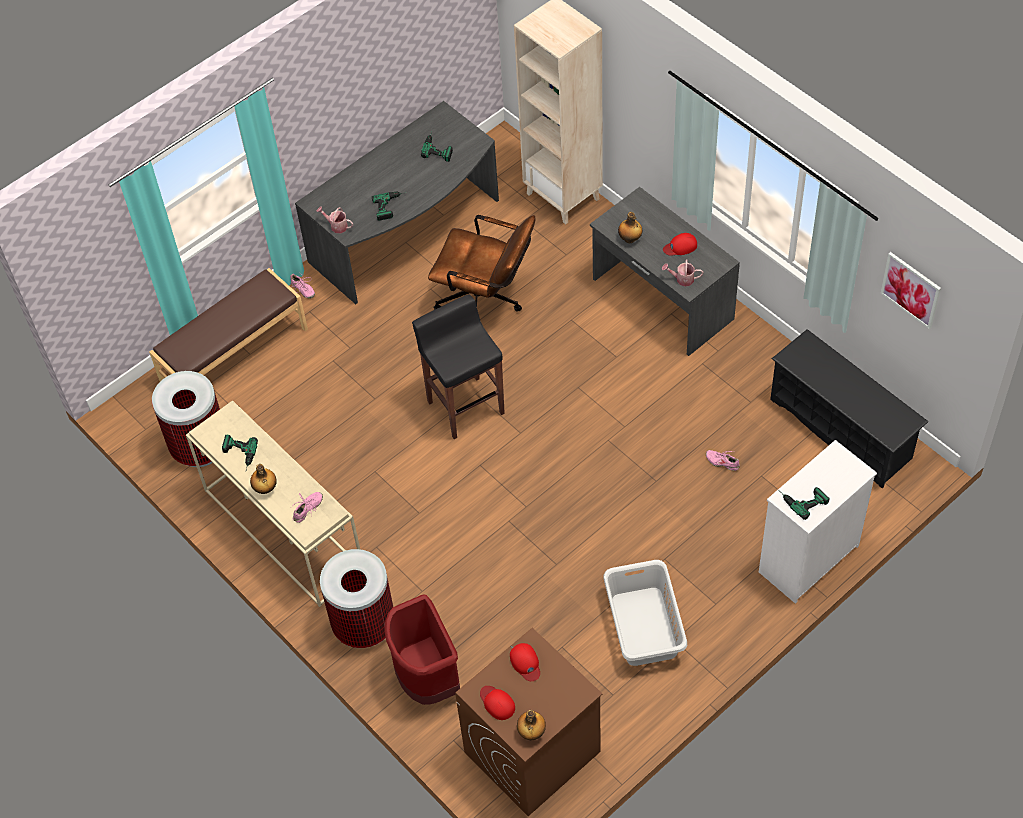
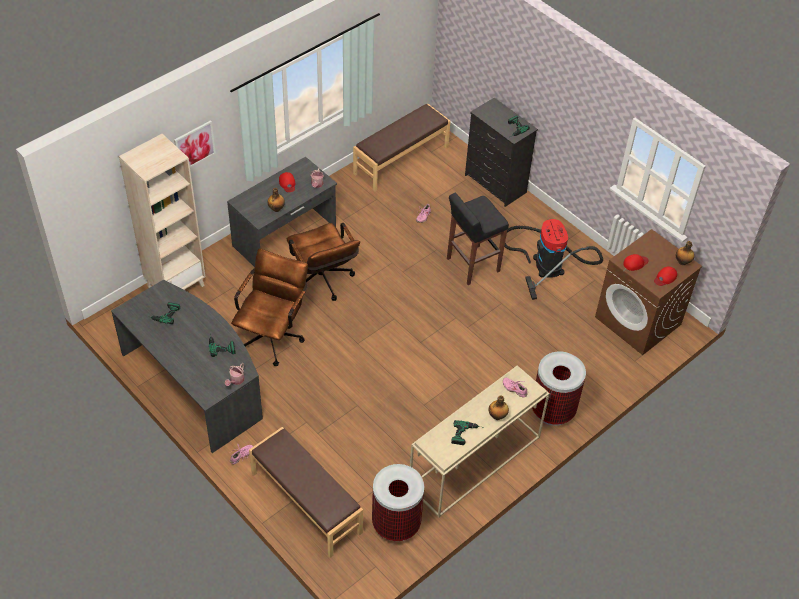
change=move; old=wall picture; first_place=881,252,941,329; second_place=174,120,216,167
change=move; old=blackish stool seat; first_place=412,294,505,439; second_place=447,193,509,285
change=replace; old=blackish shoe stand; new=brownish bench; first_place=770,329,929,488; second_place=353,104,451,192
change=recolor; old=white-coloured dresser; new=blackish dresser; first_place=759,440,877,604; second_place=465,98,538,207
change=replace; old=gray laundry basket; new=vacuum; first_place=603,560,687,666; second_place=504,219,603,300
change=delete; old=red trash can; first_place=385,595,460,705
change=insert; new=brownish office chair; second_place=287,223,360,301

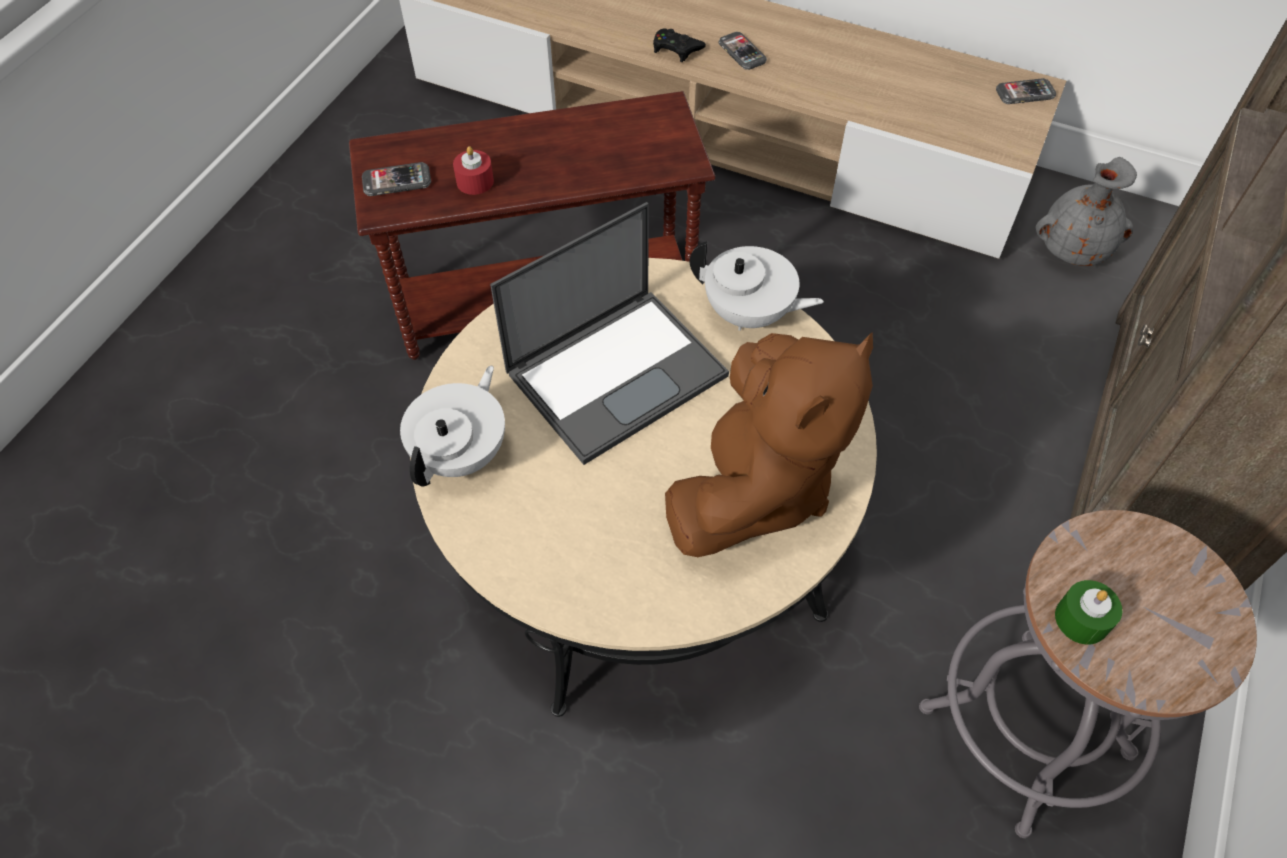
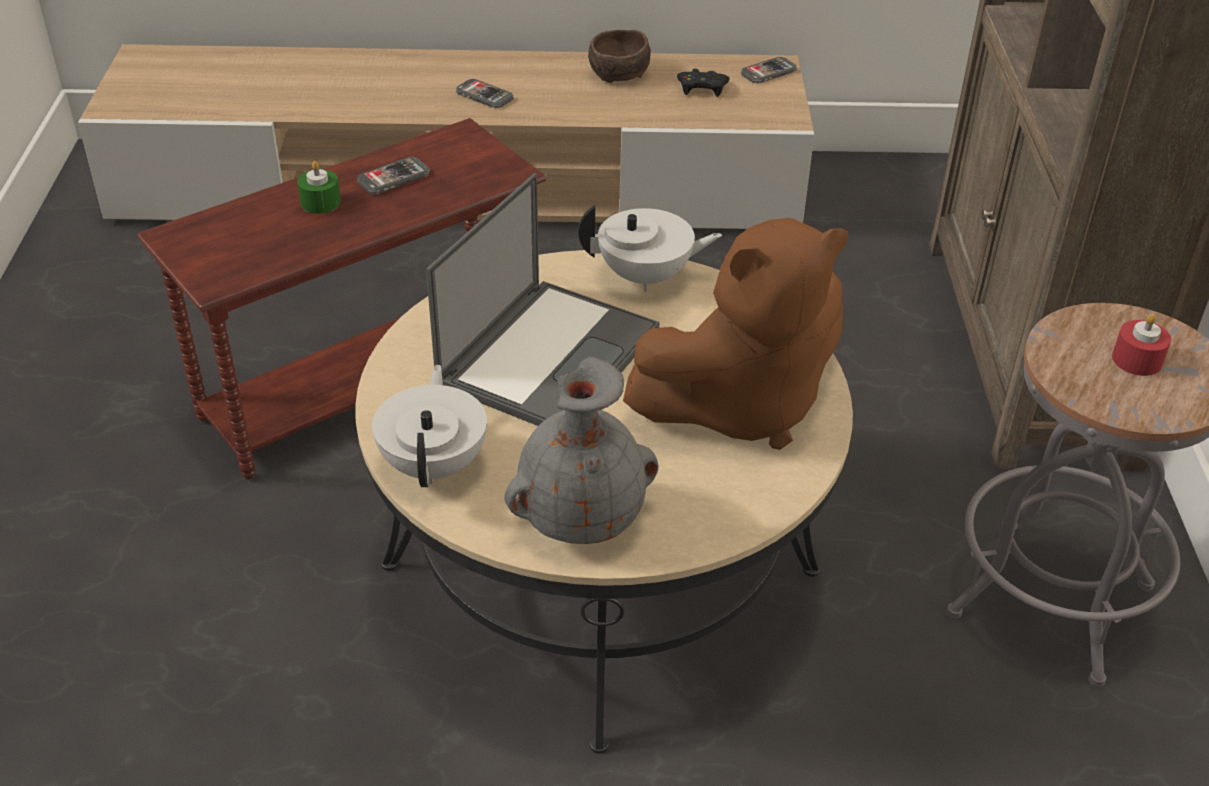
change=move; old=blackish joypad; first_place=653,28,706,62; second_place=677,69,730,97
change=move; old=red wax light; first_place=453,146,494,195; second_place=1112,313,1171,376
change=move; old=gray decorative vase; first_place=1036,157,1137,266; second_place=504,357,658,544
change=move; old=phone; first_place=362,162,431,196; second_place=357,157,430,194
change=rotate; old=brownish plush toy; first_place=665,332,873,557; second_place=623,218,848,450; degrees=60
change=move; old=green-coloured wax light; first_place=1055,580,1122,644; second_place=297,161,341,214
change=insert; new=brownish serving bowl; second_place=588,30,651,83

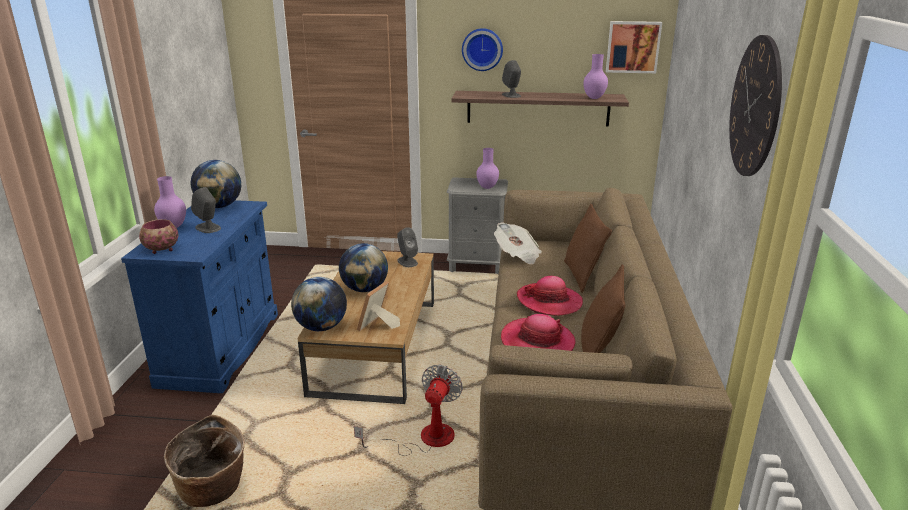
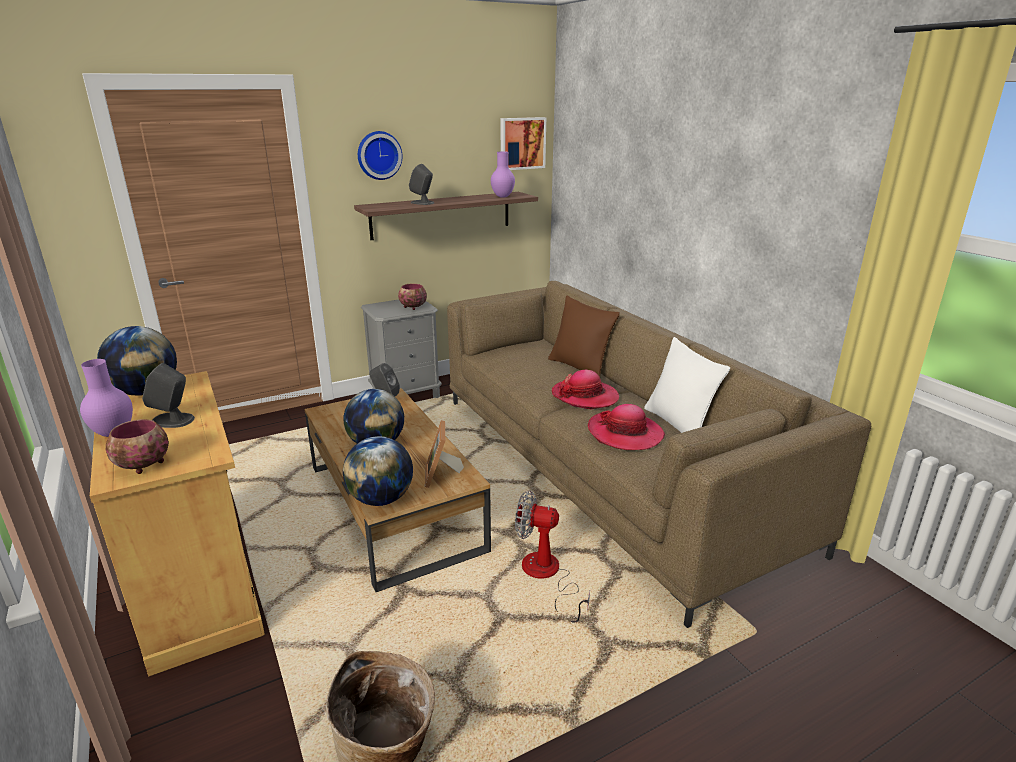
change=delete; old=clock on the wall; first_place=729,35,782,176
change=replace; old=purple decorative vase; new=serving bowl; first_place=476,148,499,189; second_place=398,283,427,310
change=recolor; old=blue cabinet; new=sand-coloured cabinet; first_place=121,200,278,393; second_place=90,371,265,676
change=delete; old=printed paper; first_place=494,222,542,265
change=recolor; old=brownish throw pillow; new=white-coloured throw pillow; first_place=581,264,625,353; second_place=644,337,731,433
change=rotate; old=cooling fan; first_place=354,365,463,456; second_place=515,490,590,623; degrees=-60

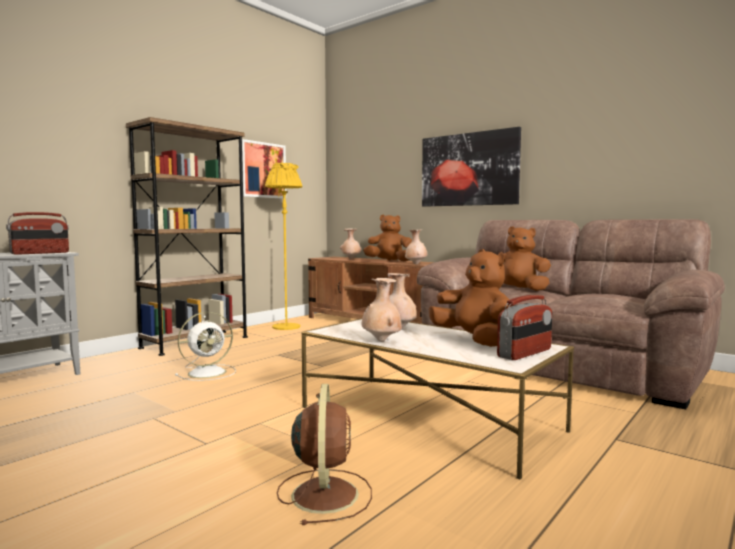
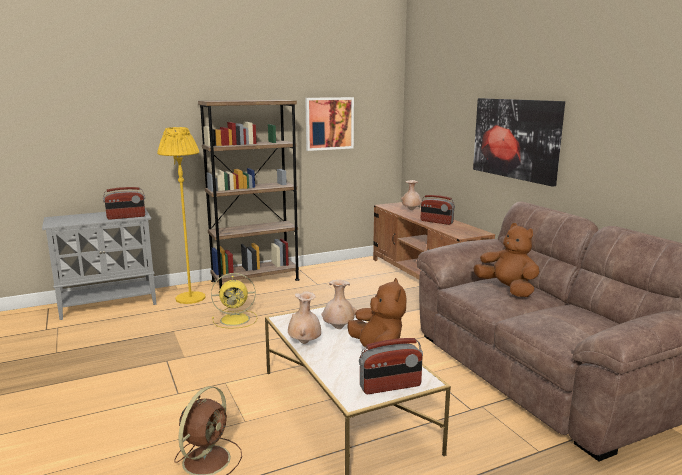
change=move; old=yellow-coloured floor lamp; first_place=265,163,303,330; second_place=157,127,205,304
change=replace; old=brownish plush toy; new=radio set; first_place=363,215,412,261; second_place=421,195,455,225
change=delete; old=sand-coloured decorative vase; first_place=405,229,427,264
change=recolor; old=white-coloured cooling fan; new=yellow-coloured cooling fan; first_place=175,312,236,381; second_place=211,273,257,329

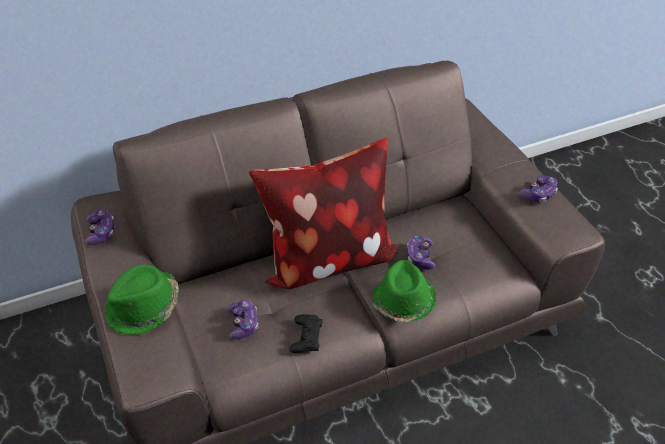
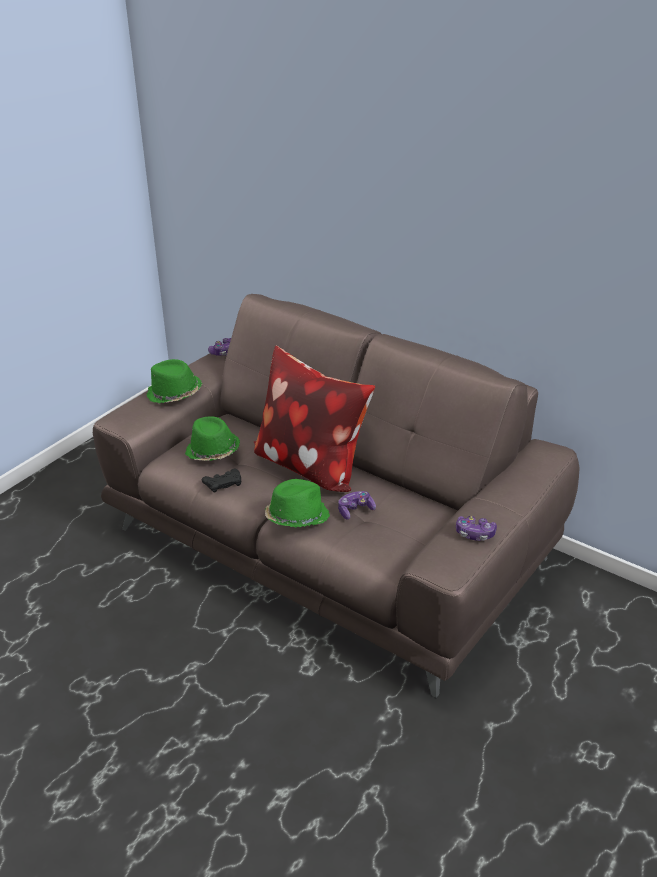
change=replace; old=joypad; new=green-coloured wearable hat; first_place=228,300,258,339; second_place=185,416,240,461

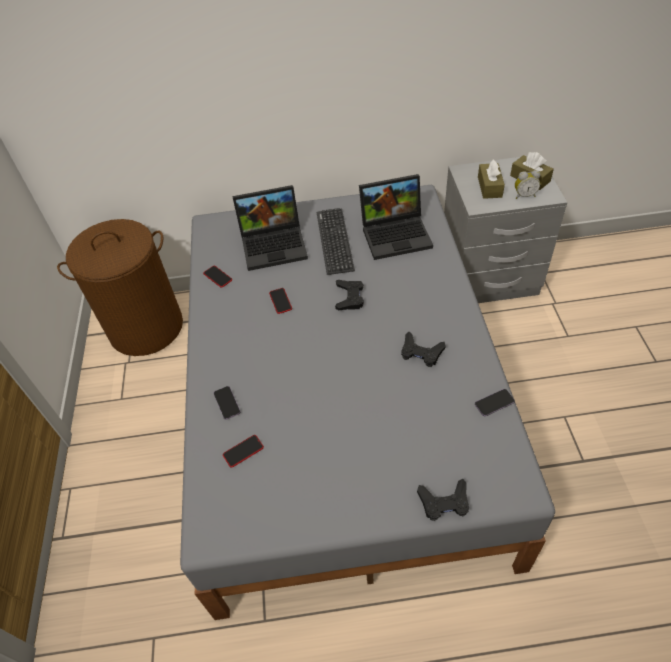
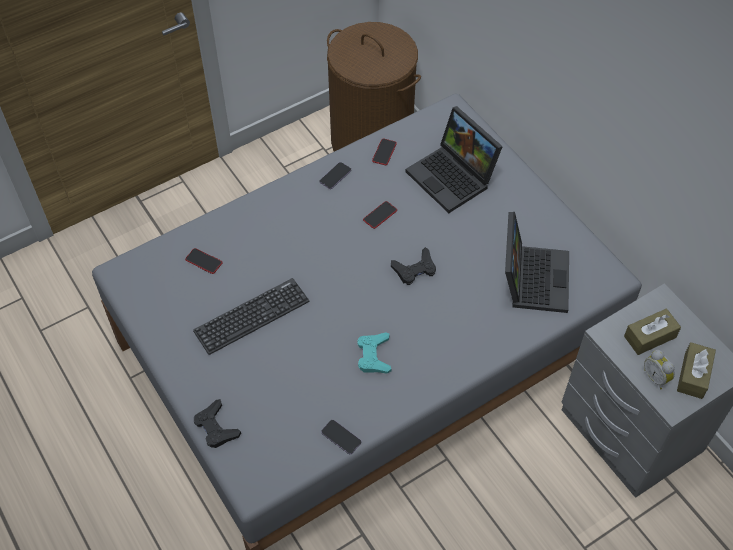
change=rotate; old=portable computer; first_place=359,174,433,260; second_place=505,212,569,313; degrees=-135
change=move; old=PC keyboard; first_place=317,208,355,275; second_place=193,278,310,355
change=recolor; old=blackish joypad; new=turquoise-coloured joypad; first_place=401,332,446,367; second_place=357,332,391,374
change=move; old=phone; first_place=214,386,241,420; second_place=320,162,351,189

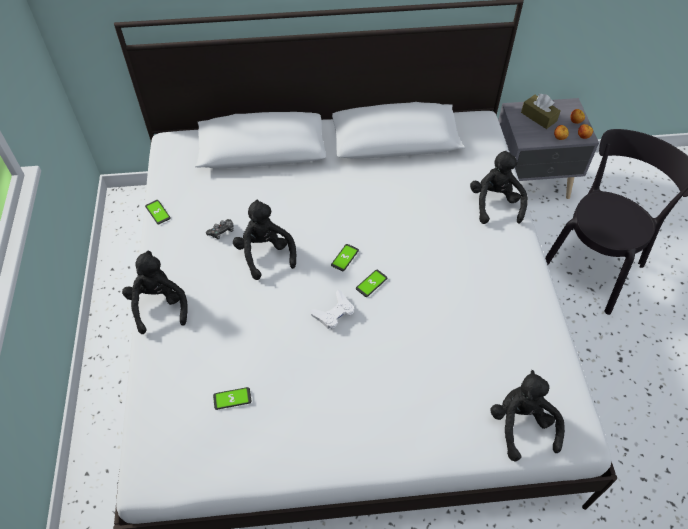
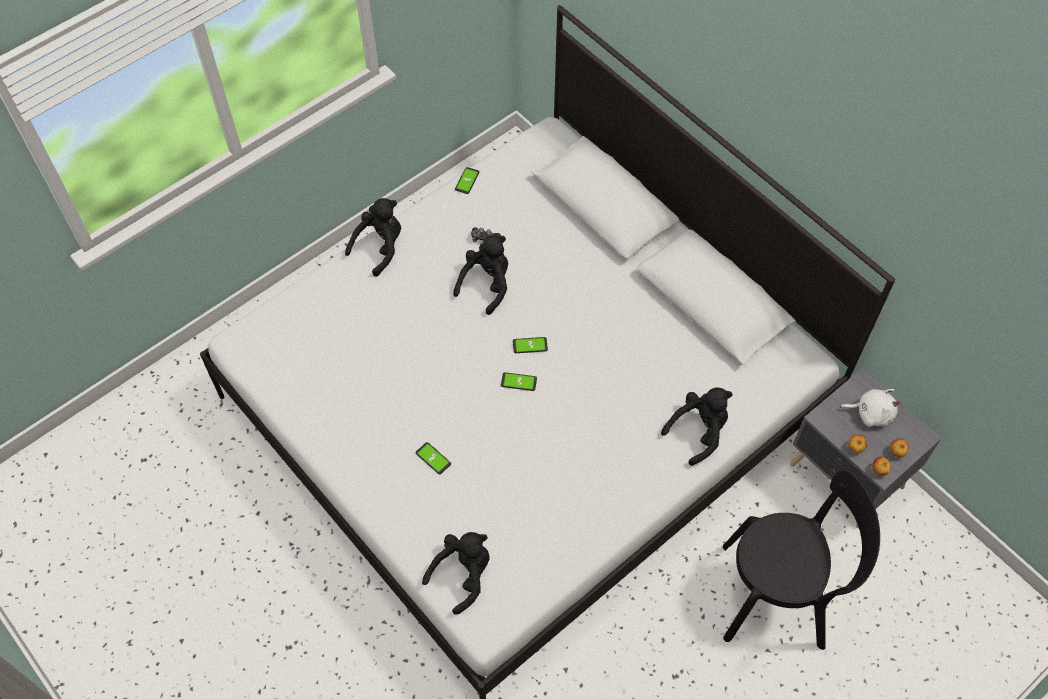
change=replace; old=brownish tissue holder; new=white-coloured plush toy; first_place=521,94,561,129; second_place=840,389,901,427
change=delete; old=white-coloured joypad; first_place=311,290,354,329
change=move; old=phone; first_place=213,387,251,410; second_place=416,442,451,474

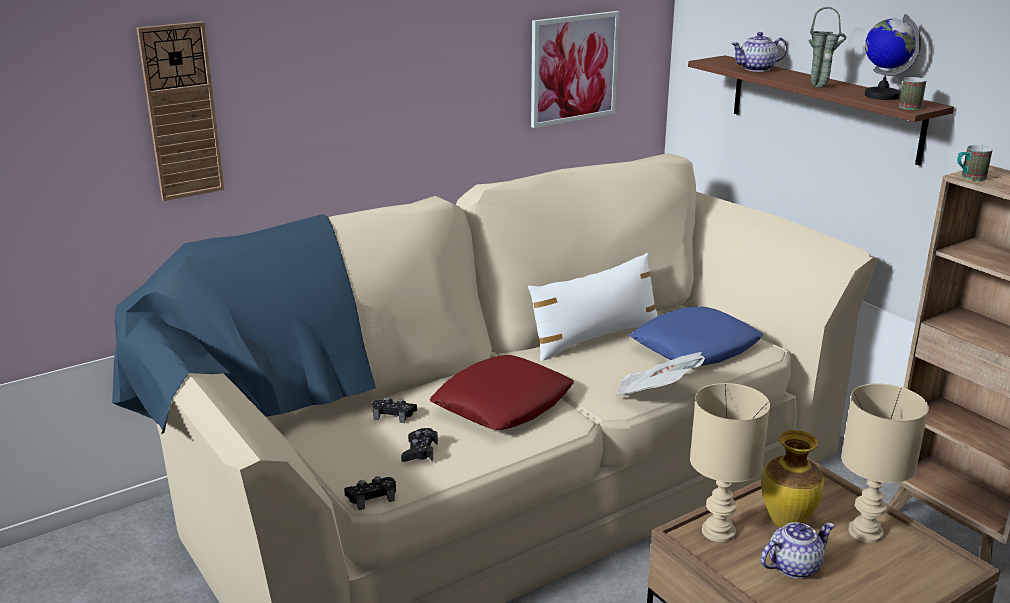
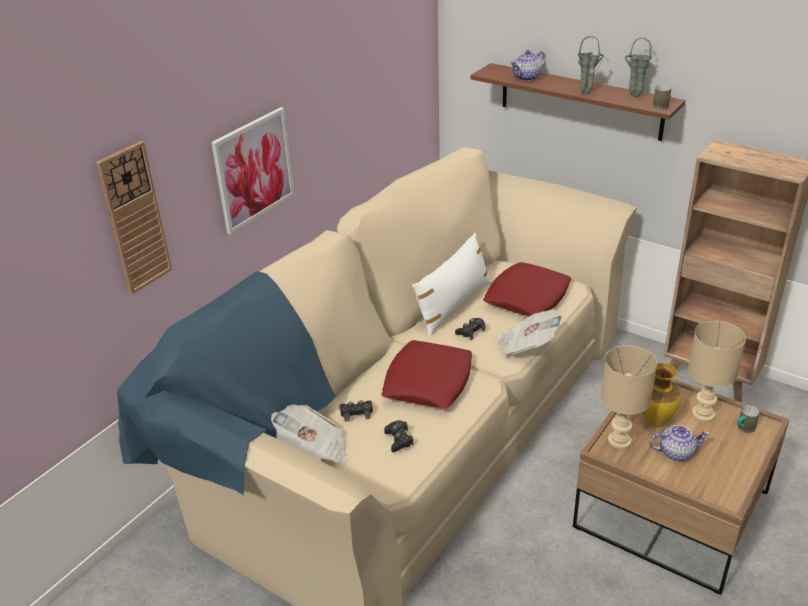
change=move; old=wall picture; first_place=531,11,620,128; second_place=211,107,294,234
change=replace; old=world globe; new=green-coloured decorative vase; first_place=865,14,921,100; second_place=625,38,652,97
change=move; old=tea mug; first_place=957,145,992,181; second_place=737,405,760,433
change=recolor; old=blue throw pillow; new=red throw pillow; first_place=630,306,764,366; second_place=483,262,571,316
change=move; old=blackish joypad; first_place=344,476,396,510; second_place=455,318,485,340
change=rotate; old=pot for tea; first_place=760,522,835,579; second_place=649,425,710,461; degrees=45
change=insert; new=printed paper; second_place=271,405,347,463

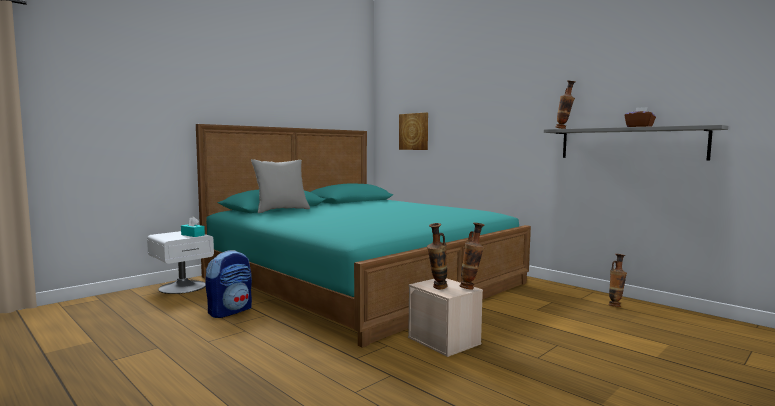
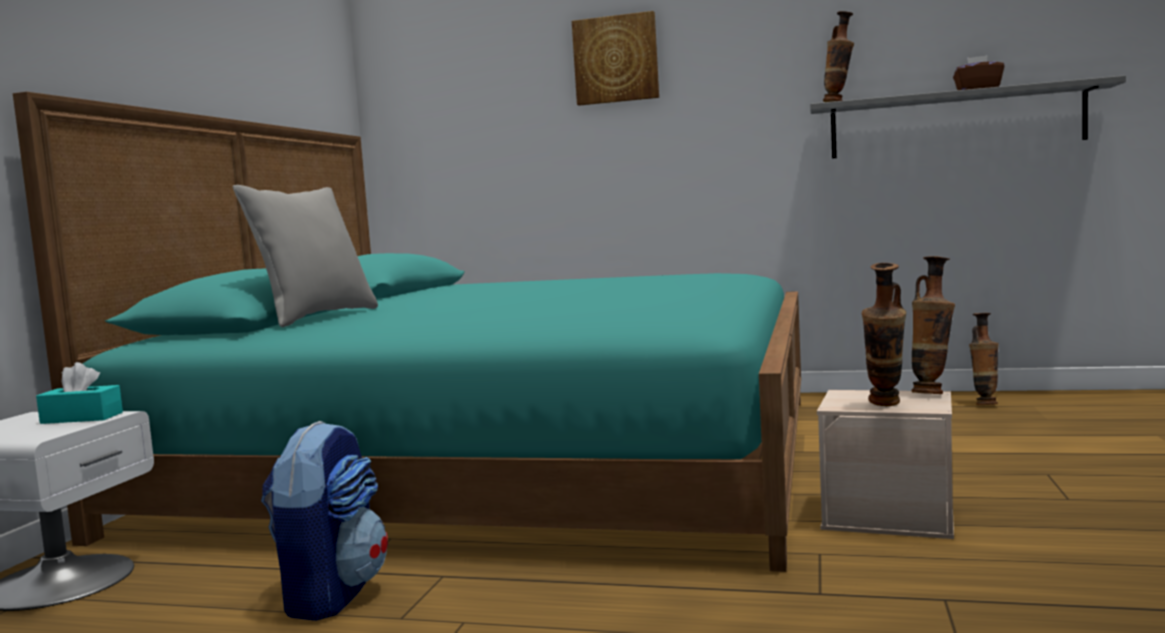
change=move; old=wall picture; first_place=399,112,428,150; second_place=572,11,659,106

